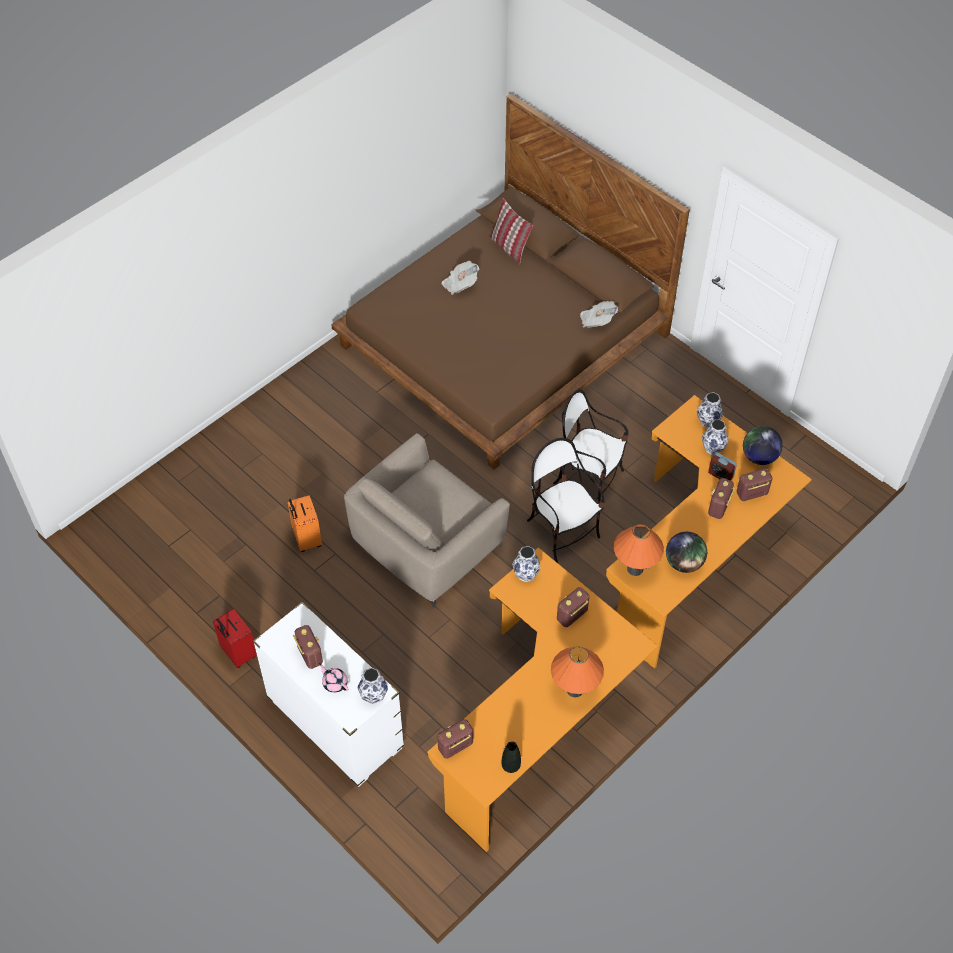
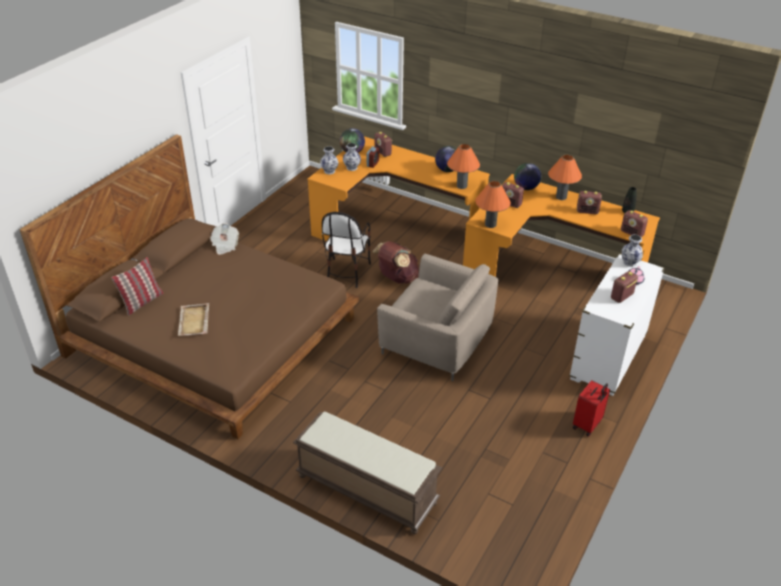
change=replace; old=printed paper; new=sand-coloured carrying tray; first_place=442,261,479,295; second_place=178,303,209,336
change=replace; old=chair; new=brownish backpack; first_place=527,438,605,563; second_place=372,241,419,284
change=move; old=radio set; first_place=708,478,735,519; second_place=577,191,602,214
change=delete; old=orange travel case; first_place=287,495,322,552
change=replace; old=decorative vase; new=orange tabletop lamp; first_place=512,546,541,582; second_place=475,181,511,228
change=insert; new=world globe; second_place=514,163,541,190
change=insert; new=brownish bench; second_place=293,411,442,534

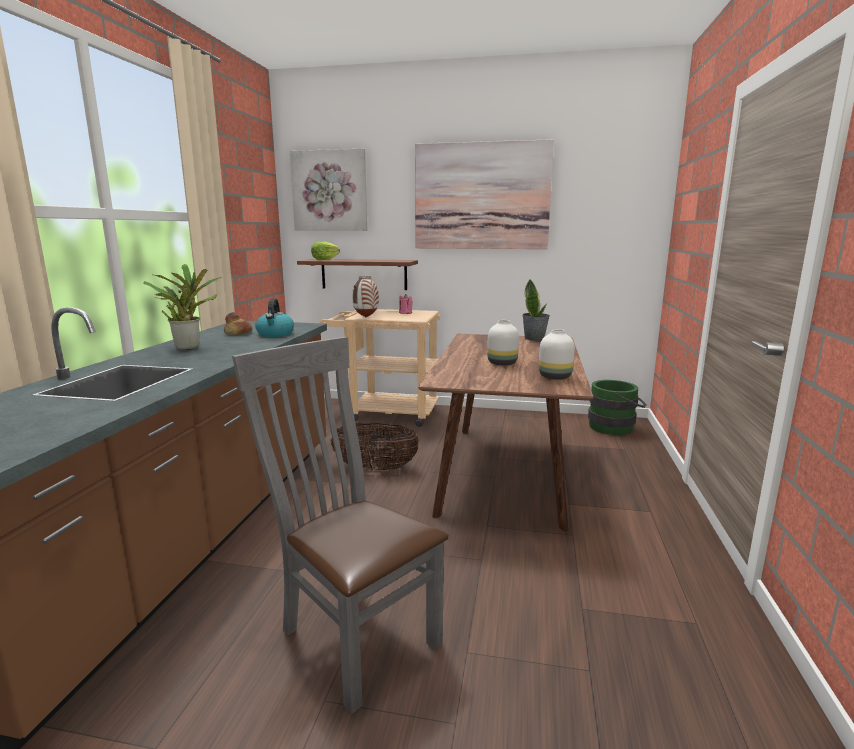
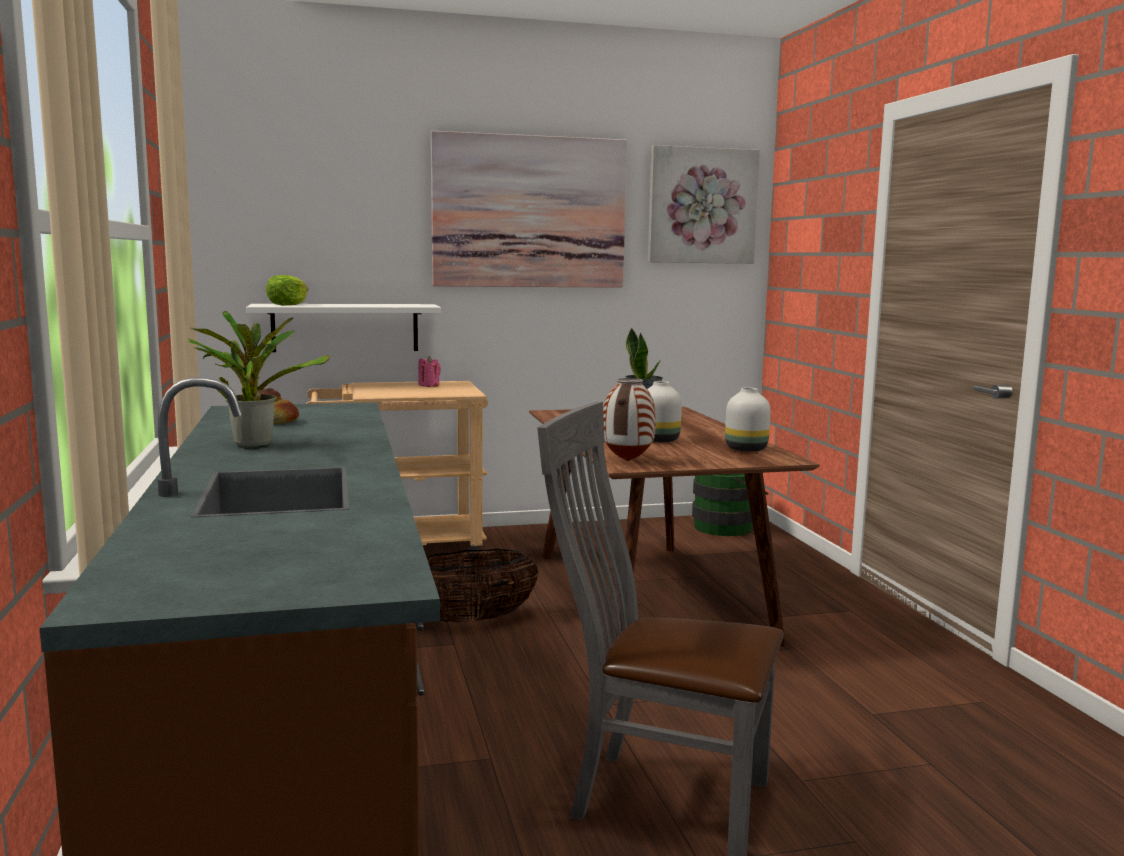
change=move; old=wall picture; first_place=290,149,367,231; second_place=648,145,760,264
change=recolor; old=brownish shelf; new=white-coloured shelf; first_place=297,259,418,290; second_place=246,304,441,352
change=move; old=decorative vase; first_place=352,276,379,317; second_place=603,378,656,461
change=delete; old=water kettle; first_place=255,298,294,337

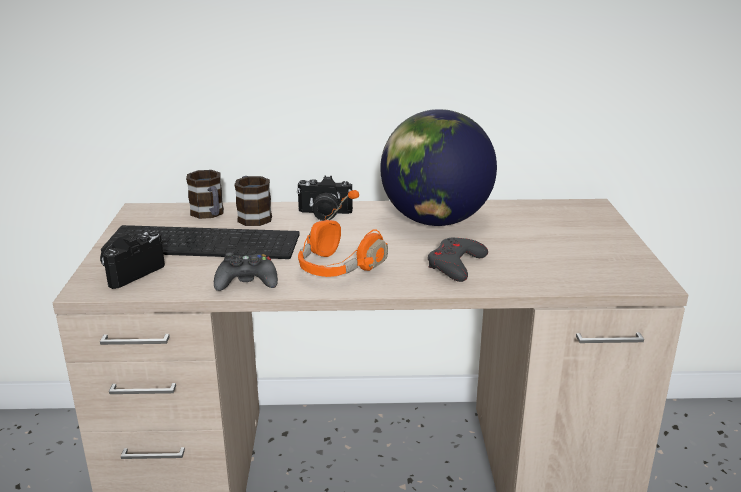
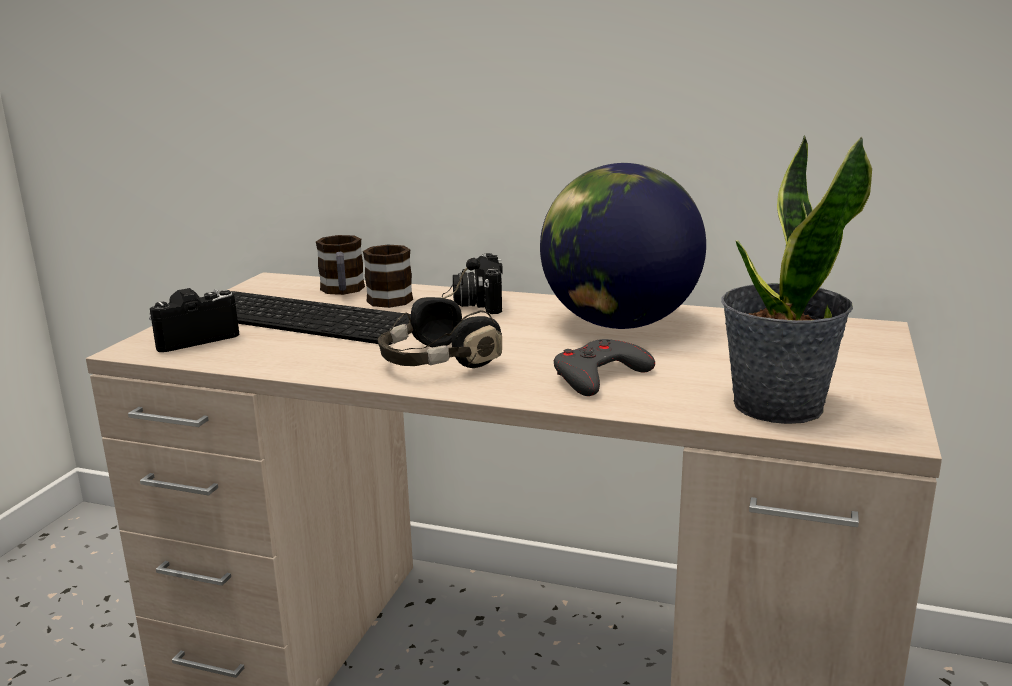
change=rotate; old=photo camera; first_place=296,176,353,221; second_place=453,253,503,314; degrees=60
change=recolor; old=orange headphones; new=blackish headphones; first_place=298,190,388,277; second_place=378,258,502,368
change=delete; old=blackish joypad; first_place=214,252,278,291
change=insert; new=potted plant; second_place=721,135,872,424

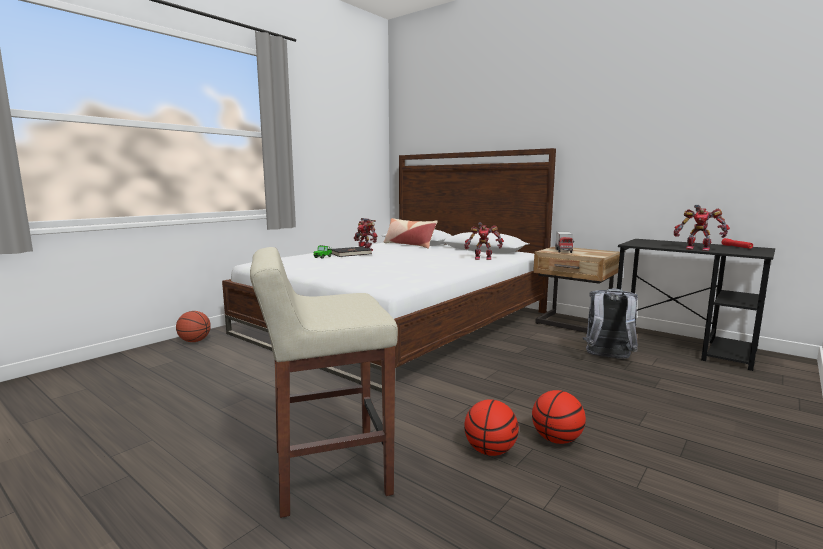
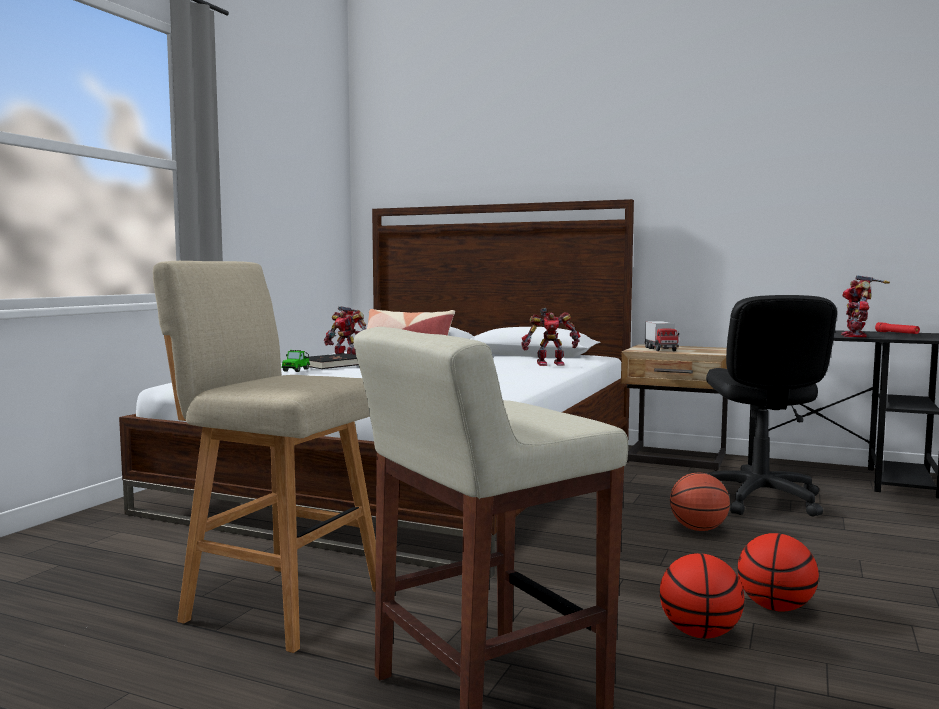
change=rotate; old=robot figure; first_place=674,204,730,251; second_place=841,275,890,337; degrees=90
change=replace; old=gray backpack; new=blackish office chair; first_place=583,289,638,359; second_place=706,295,837,517
change=move; old=basketball ball; first_place=176,311,211,342; second_place=670,472,730,531
change=insert; new=sand-coloured stool seat; second_place=153,261,376,653

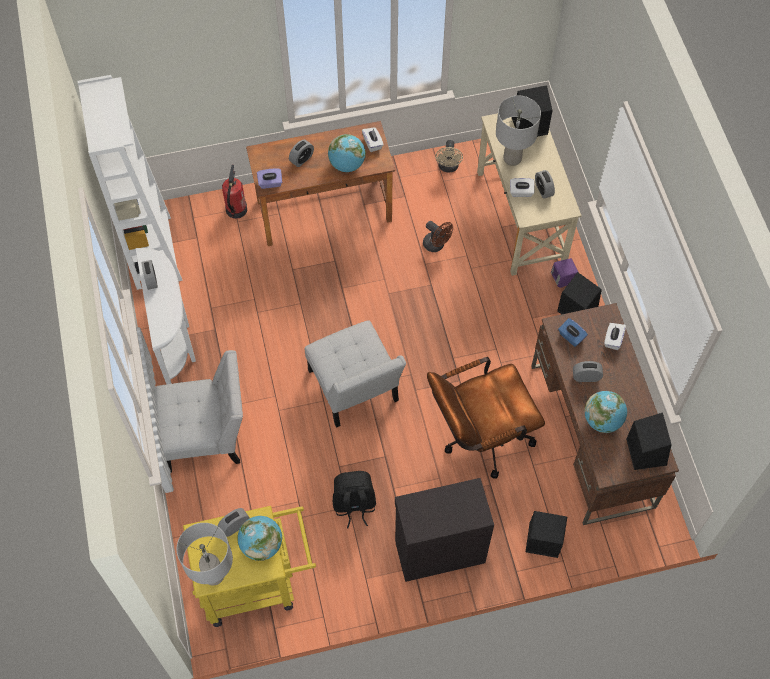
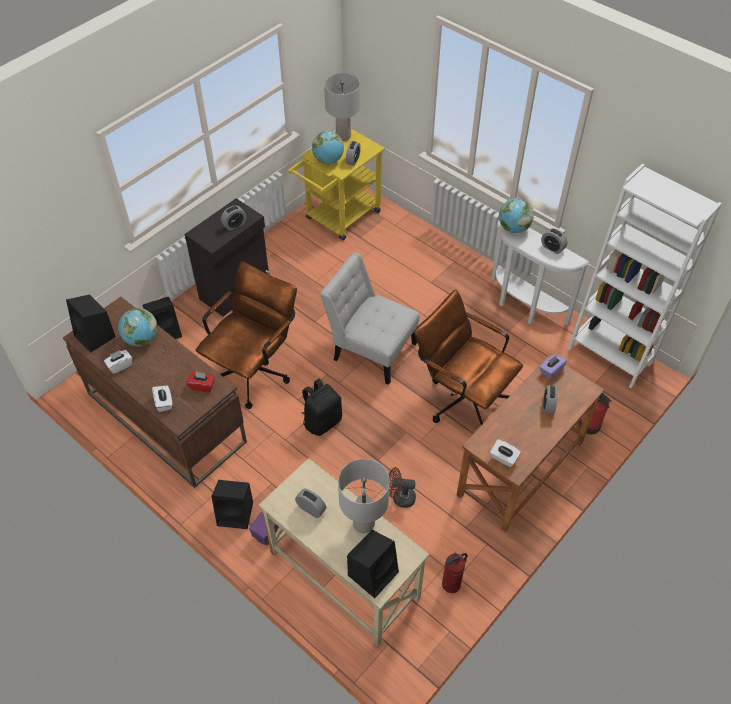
change=move; old=world globe; first_place=328,134,366,172; second_place=499,198,534,233
change=replace; old=sand-coloured cooling fan; new=fire-fighting cylinder; first_place=435,140,463,172; second_place=442,553,468,593
change=move; old=white-coloured tissue holder; first_place=510,178,535,197; second_place=104,350,132,374
change=recolor; old=blue tissue holder; new=red tissue holder; first_place=558,318,588,347; second_place=186,371,215,392
change=delete; old=white-coloured chair; first_place=155,350,243,473
change=move; old=alarm clock; first_place=573,361,603,382; second_place=221,206,247,231
change=move; old=blackish backpack; first_place=333,471,376,528; second_place=301,379,342,436
change=insert; new=brownish office chair; second_place=414,290,523,426

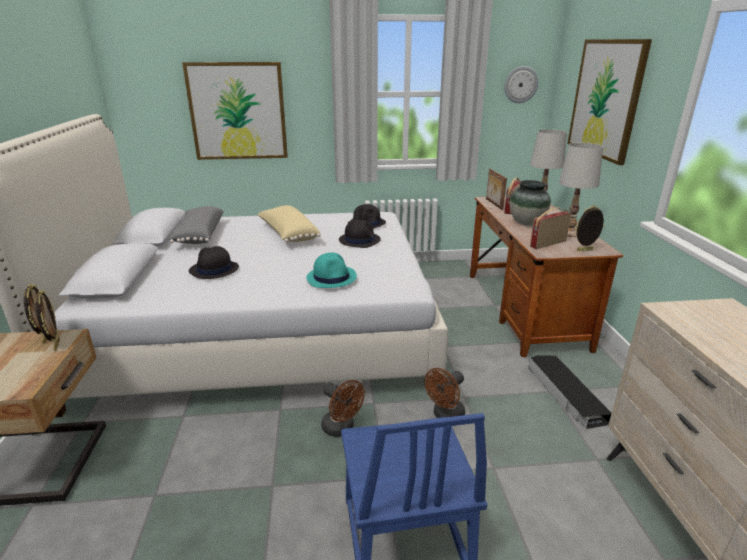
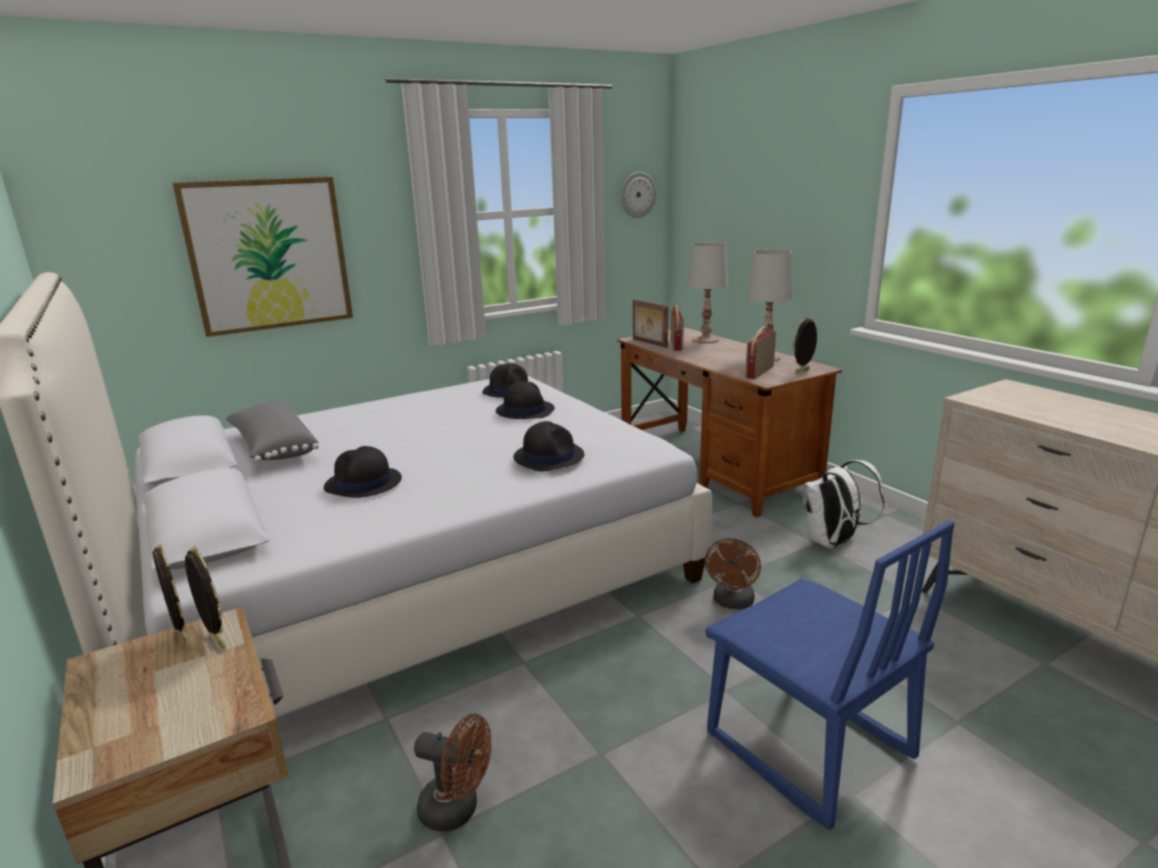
change=delete; old=wall picture; first_place=567,39,652,165
change=delete; old=decorative vase; first_place=510,180,551,226
change=delete; old=sand-coloured throw pillow; first_place=257,205,321,242
change=recolor; old=turquoise-coloured wearable hat; new=blackish wearable hat; first_place=306,253,357,288; second_place=513,421,584,472
change=replace; old=blackish storage container; new=white-coloured backpack; first_place=528,355,611,429; second_place=803,460,884,549
change=move; old=brownish cooling fan; first_place=321,380,365,437; second_place=414,714,491,831

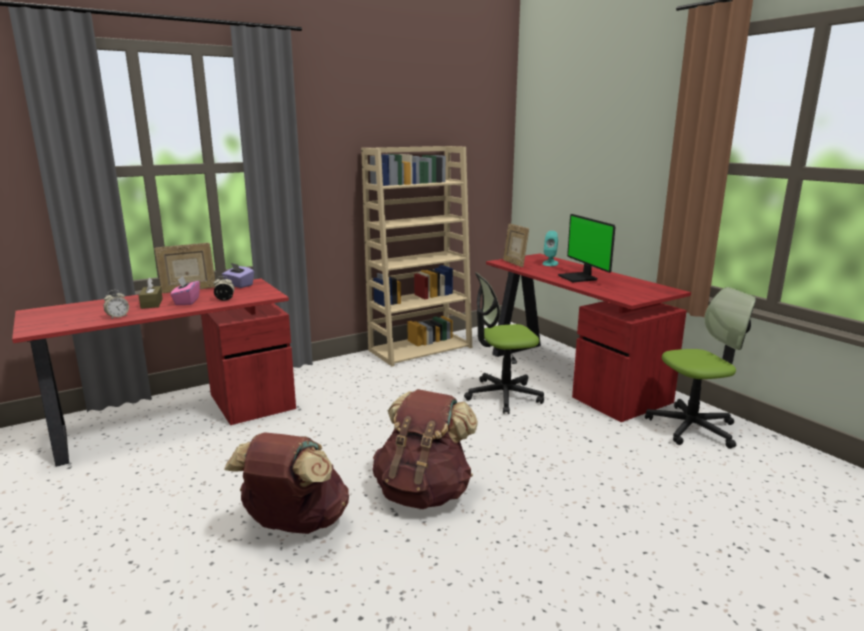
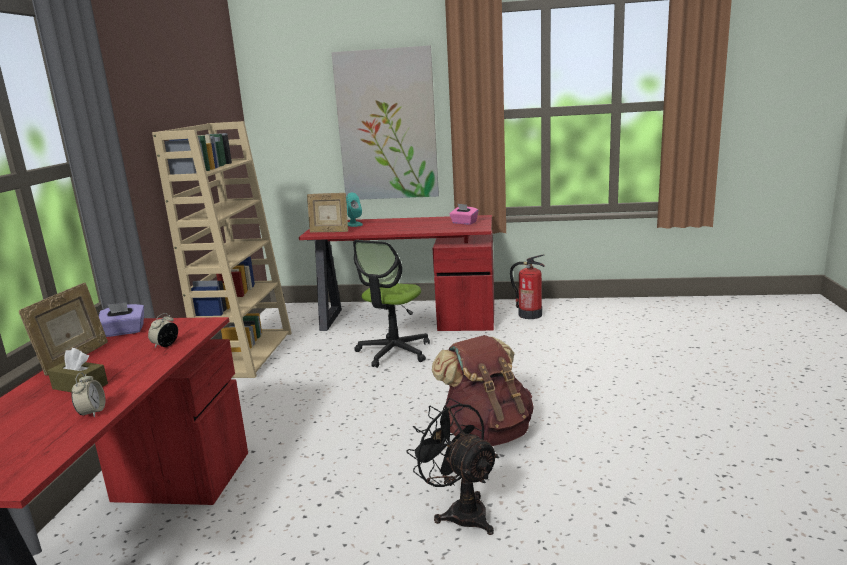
change=delete; old=monitor; first_place=558,214,615,282
change=move; old=pink-coloured tissue holder; first_place=170,276,200,305; second_place=449,203,479,225
change=replace; old=office chair; new=fire-fighting cylinder; first_place=645,287,756,449; second_place=510,254,545,319
change=replace; old=brownish backpack; new=blackish cooling fan; first_place=224,432,349,534; second_place=406,398,499,535
change=insert; new=wall picture; second_place=331,45,439,200

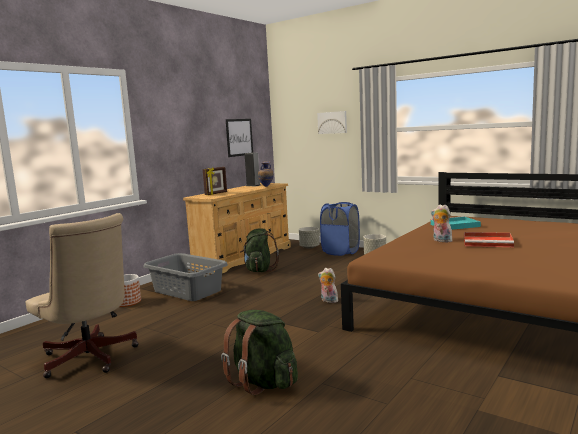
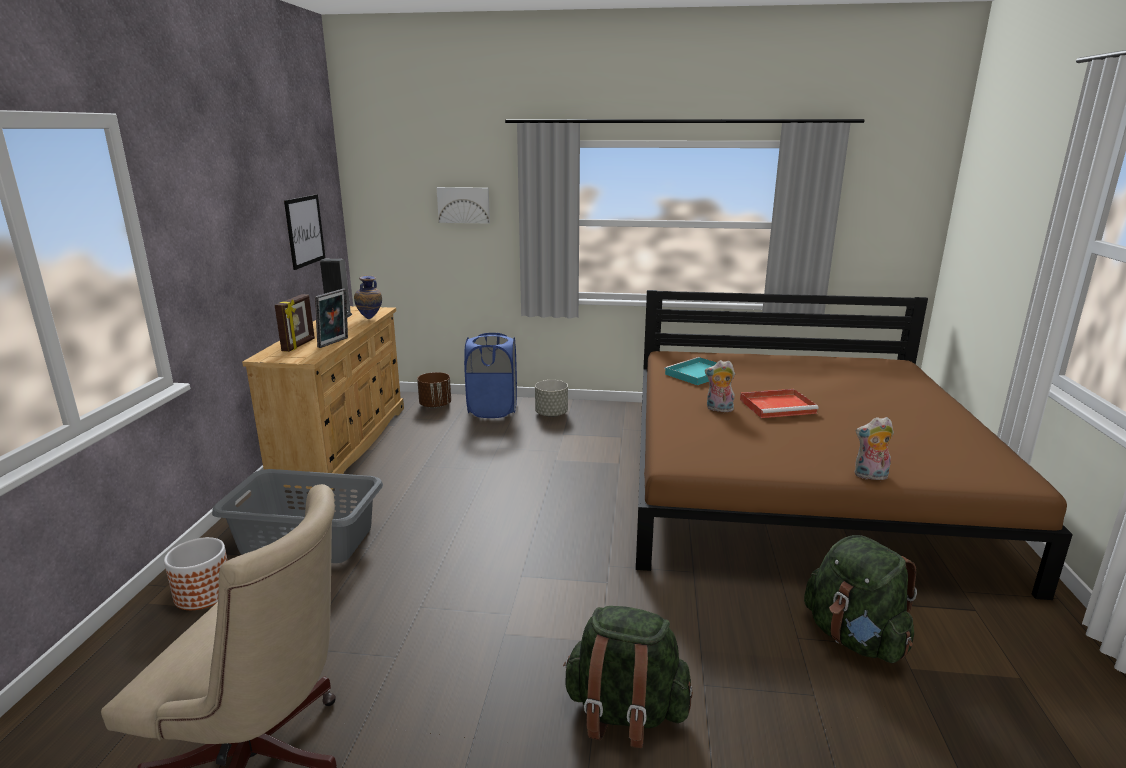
change=recolor; old=gray flower pot; new=brownish flower pot; first_place=299,227,320,249; second_place=417,372,451,408
change=move; old=green-coloured backpack; first_place=240,228,279,272; second_place=804,535,917,663
change=move; old=plush toy; first_place=318,268,338,303; second_place=854,417,894,480
change=insert; new=standing frame; second_place=315,288,348,348

